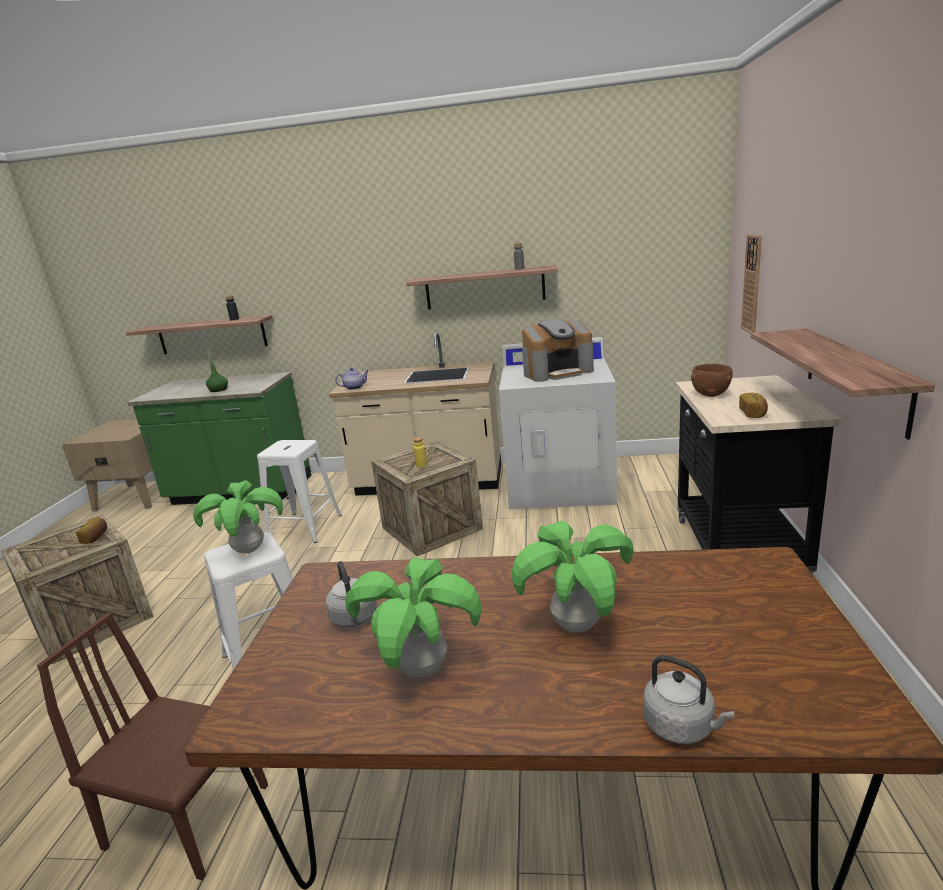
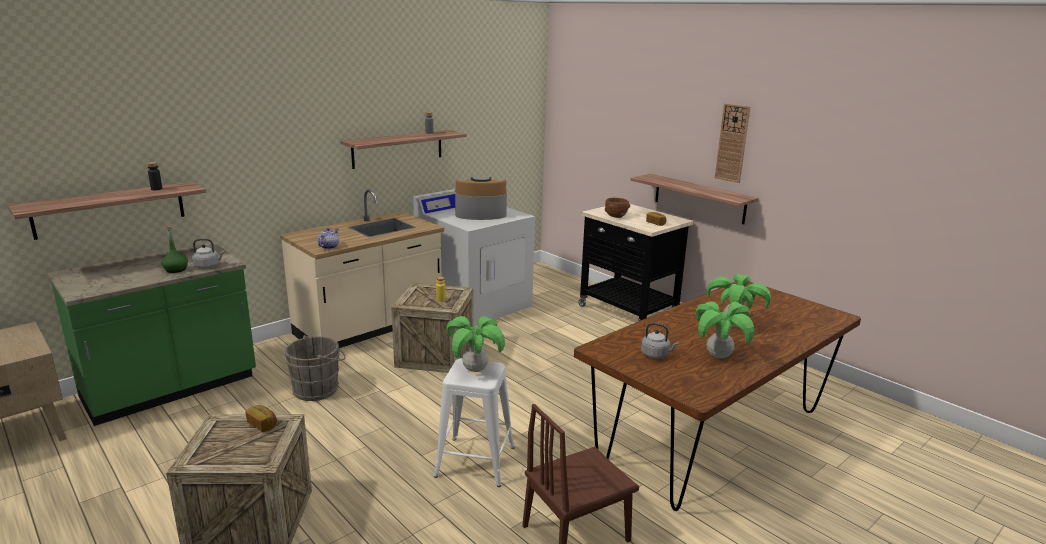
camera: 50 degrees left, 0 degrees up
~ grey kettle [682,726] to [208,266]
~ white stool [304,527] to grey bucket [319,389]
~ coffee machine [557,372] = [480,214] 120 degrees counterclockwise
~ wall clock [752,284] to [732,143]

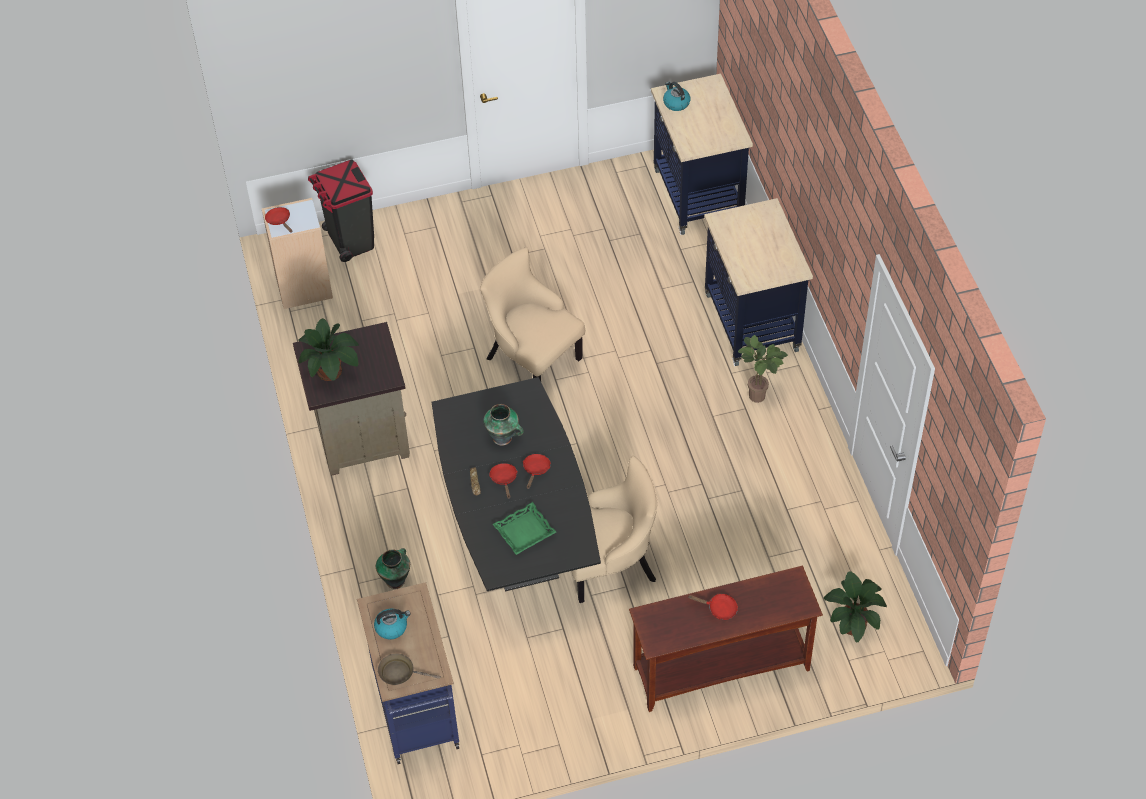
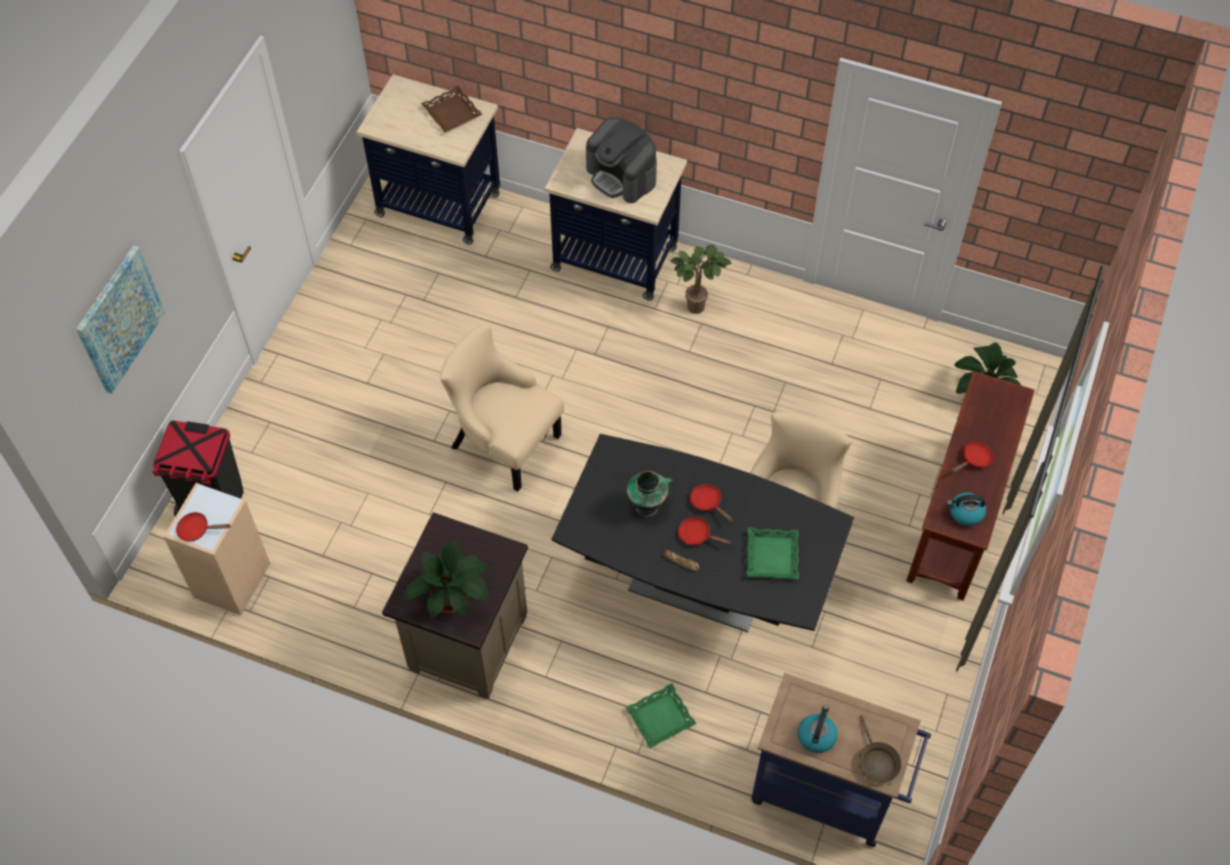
camera: 55 degrees left, 5 degrees up
+ picture [119,319]
+ brown tray [451,113]
~ beige chair [534,361] = [506,445] 45 degrees clockwise
+ coffee machine [622,176]
~ vase [396,580] to green tray [660,717]
~ brown frying pan [400,673] = [876,761] 60 degrees counterclockwise
~ kettle [676,103] to [965,513]

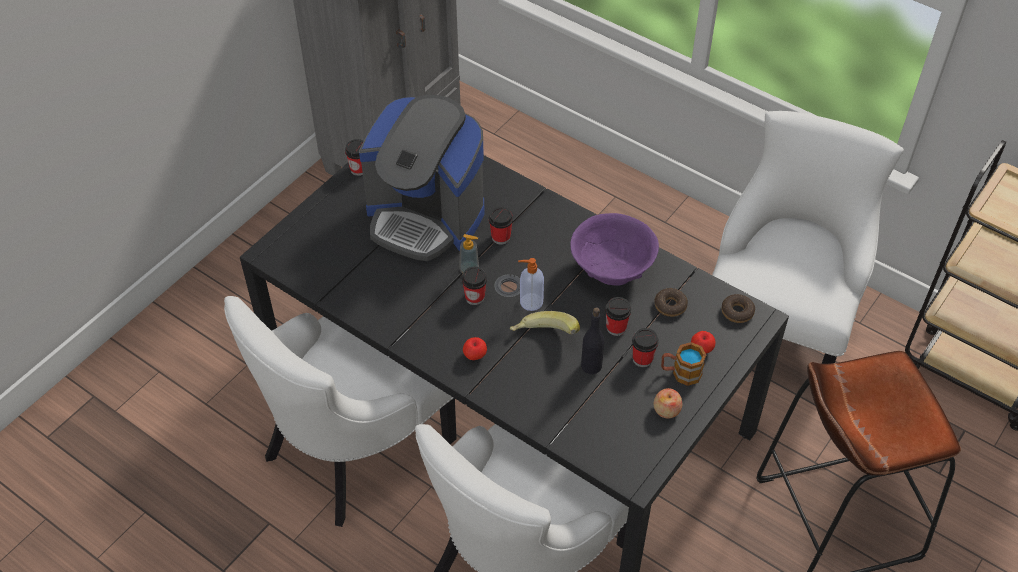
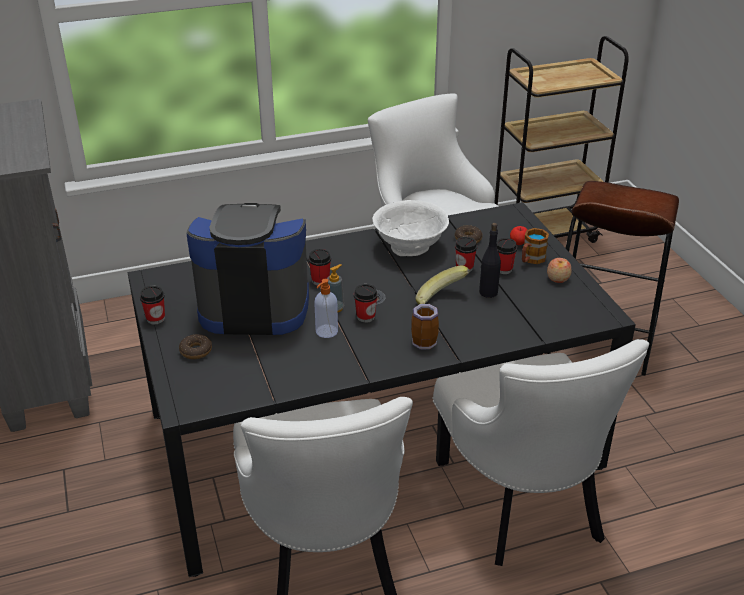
camera: 55 degrees left, 15 degrees down
~ donut [737,312] to [196,351]
~ coffee machine [425,217] = [254,306] 150 degrees counterclockwise
~ soap dispenser [530,302] to [326,332]
~ purple bowl [612,270] to white bowl [410,248]
~ apple [474,355] to mug [424,340]

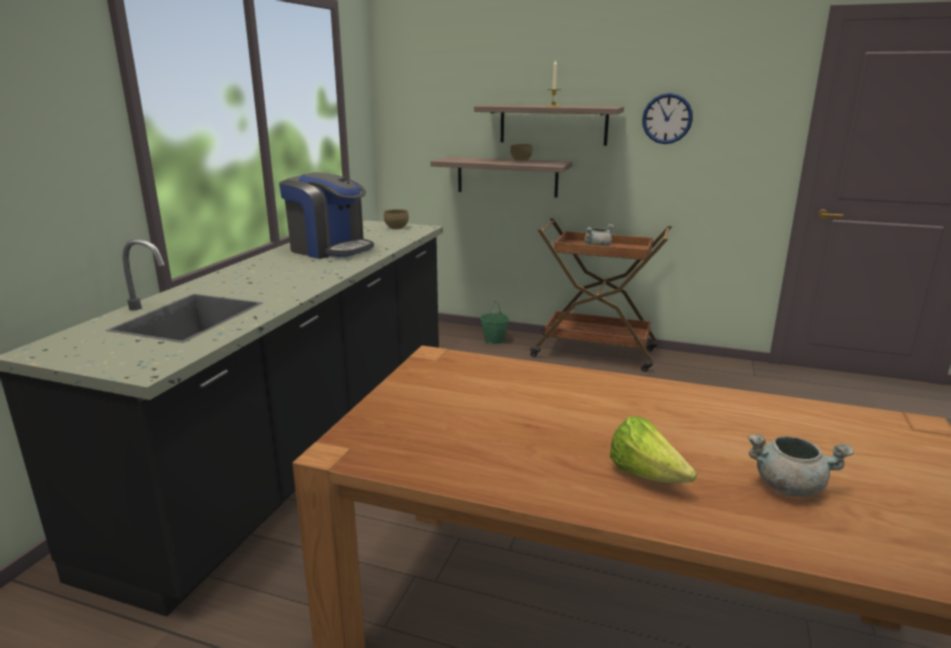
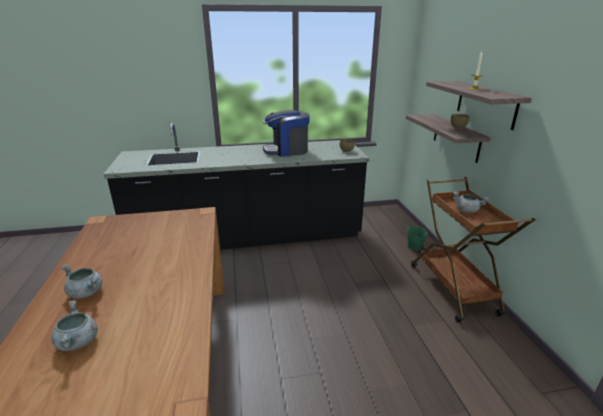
camera: 60 degrees right, 5 degrees up
~ lettuce [646,475] to grey cooking pot [87,293]
~ coffee machine [329,249] = [287,151] 75 degrees clockwise
- wall clock [667,118]

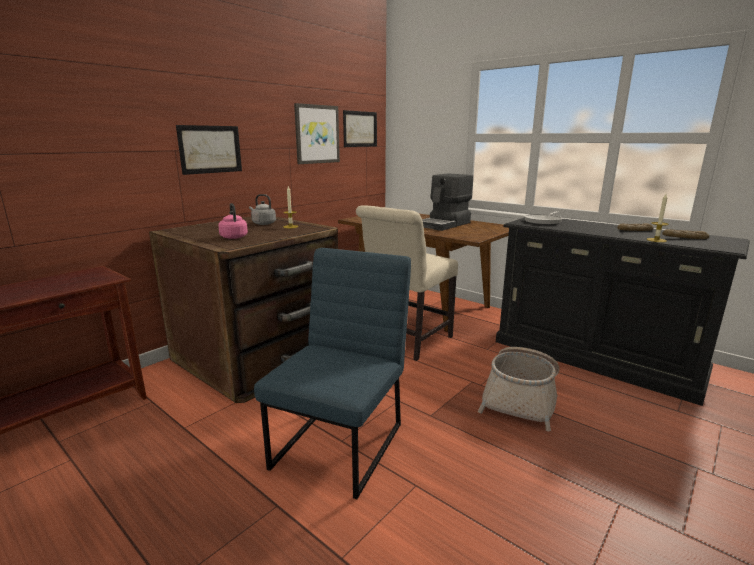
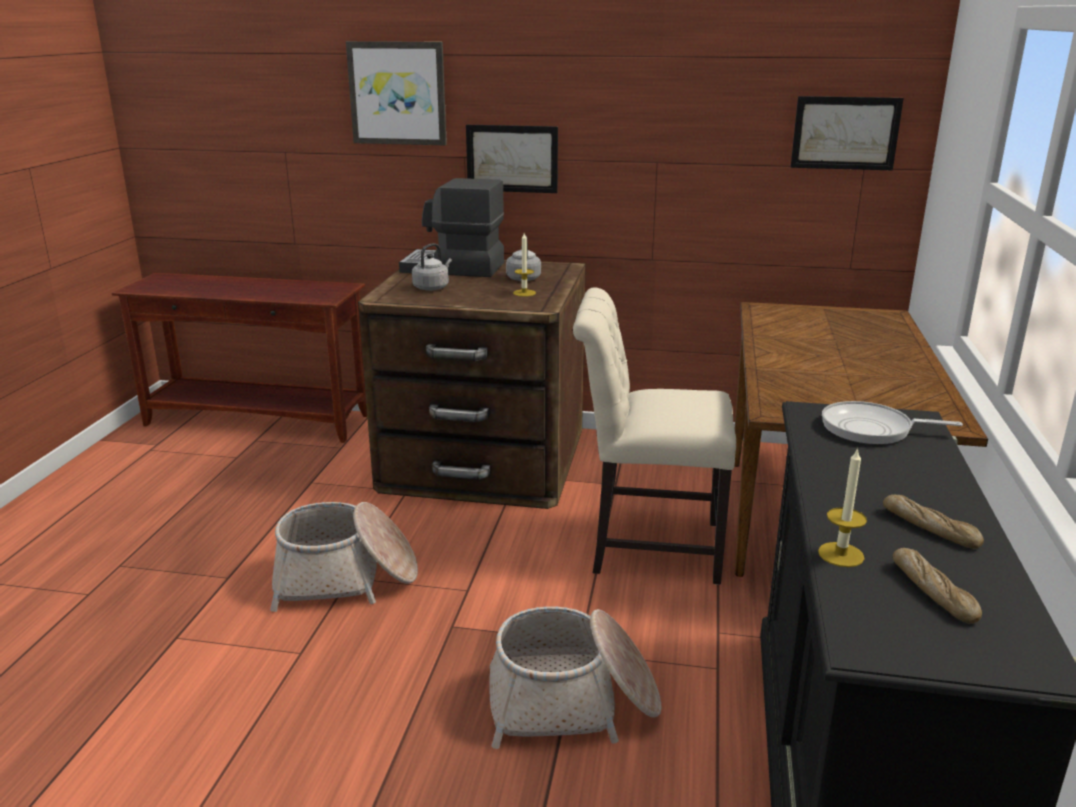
camera: 60 degrees right, 5 degrees up
~ blue chair [341,443] to basket [346,579]
~ picture [317,134] to [397,93]
~ coffee machine [444,224] to [453,268]
~ pink kettle [233,237] to grey kettle [432,287]

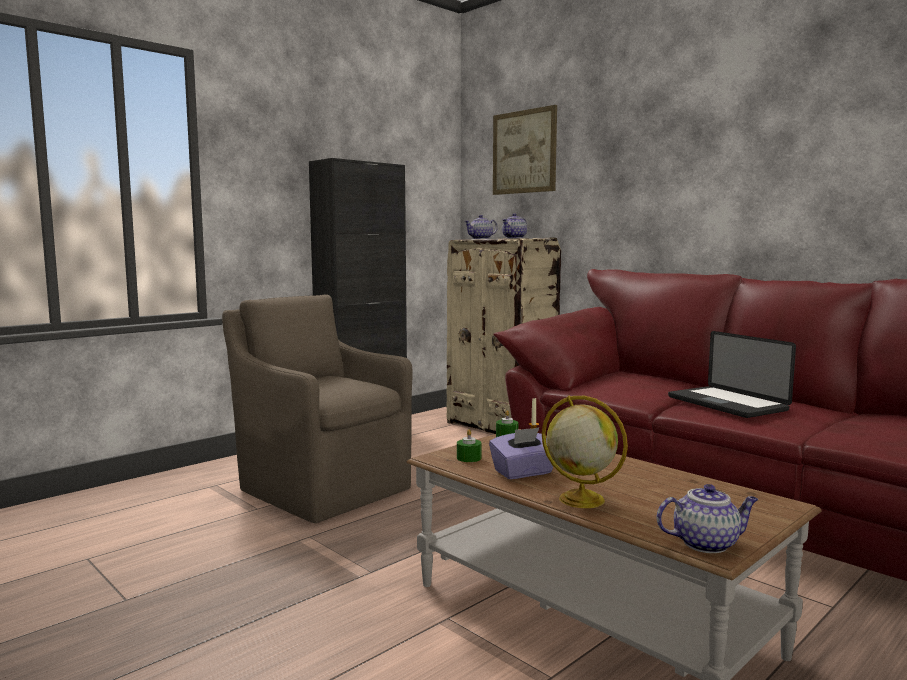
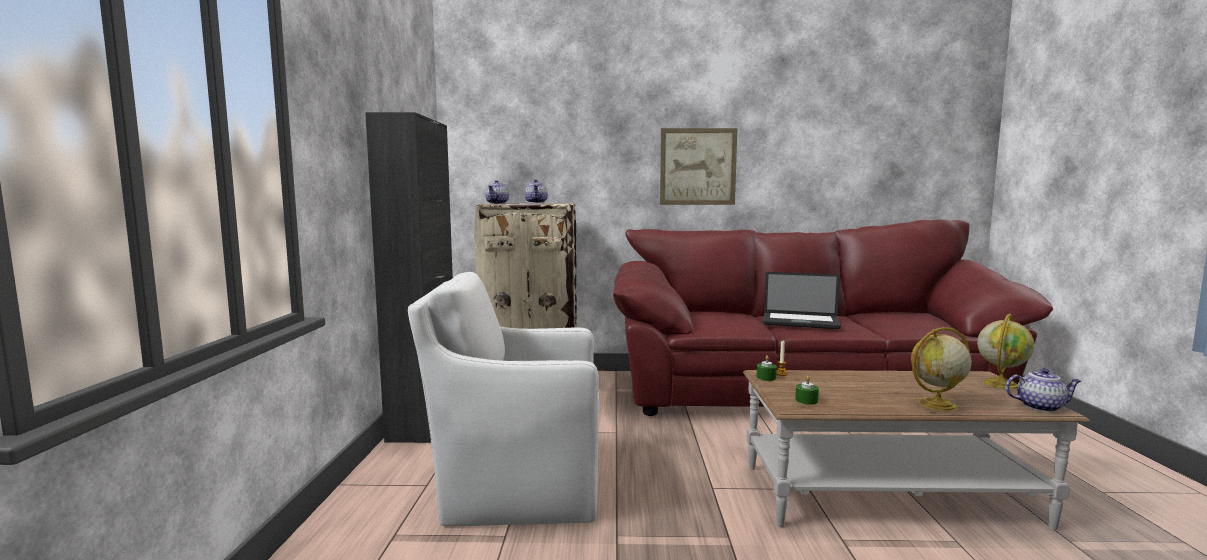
camera: 45 degrees left, 0 degrees up
~ brown armchair [322,488] to white armchair [517,488]
~ picture [524,152] to [698,166]
+ globe [1000,384]
~ teapot [706,543] = [1041,407] 60 degrees clockwise
- purple tissue box [523,472]

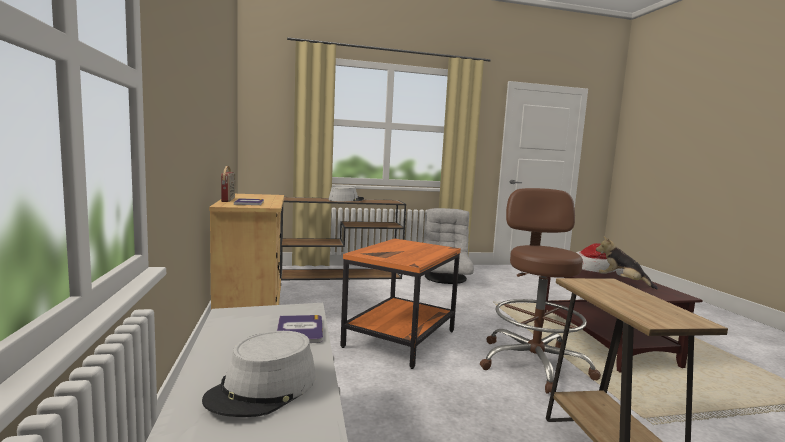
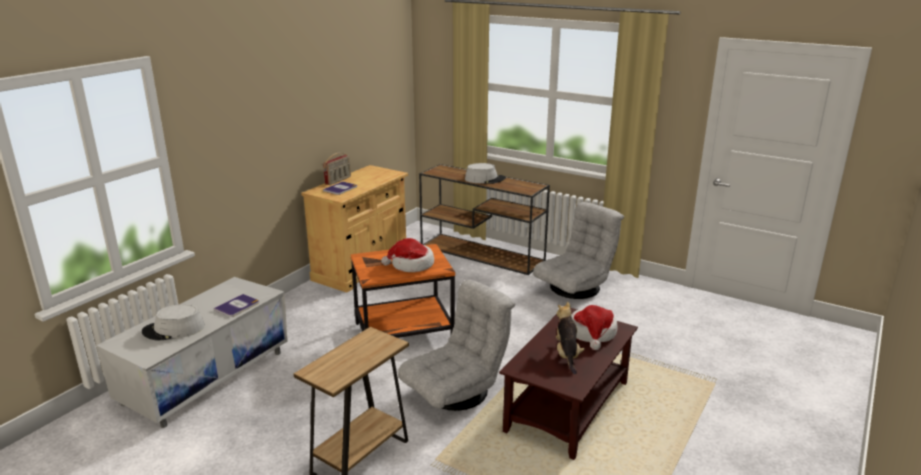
camera: 45 degrees right, 15 degrees up
+ hat [411,265]
~ brown stool [533,362] to grey armchair [456,393]

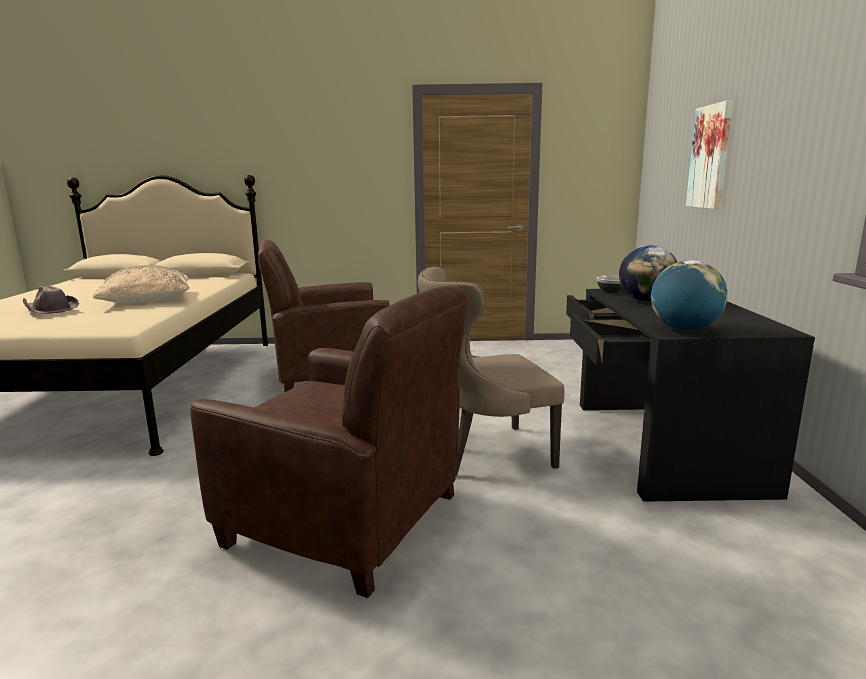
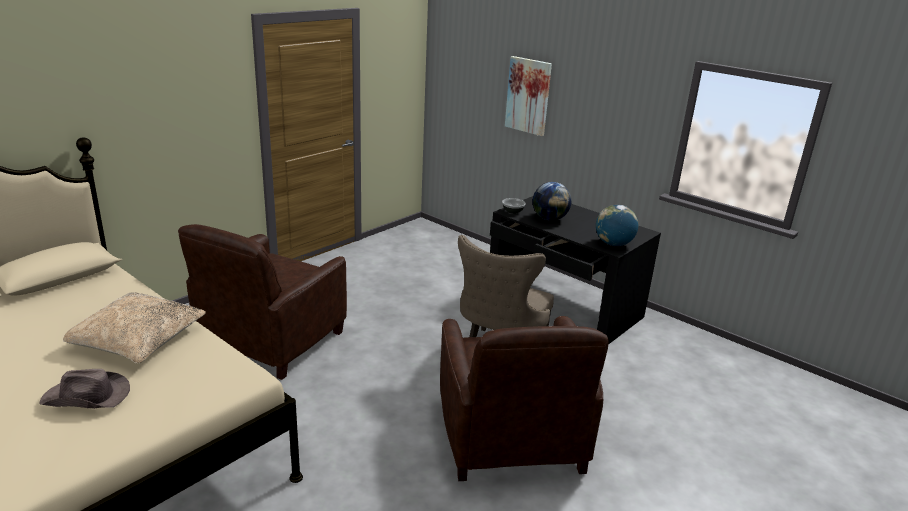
camera: 50 degrees left, 10 degrees up
~ brown armchair [348,520] = [511,438] 105 degrees clockwise

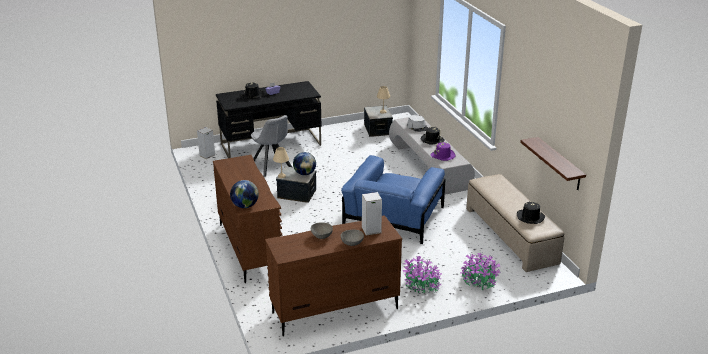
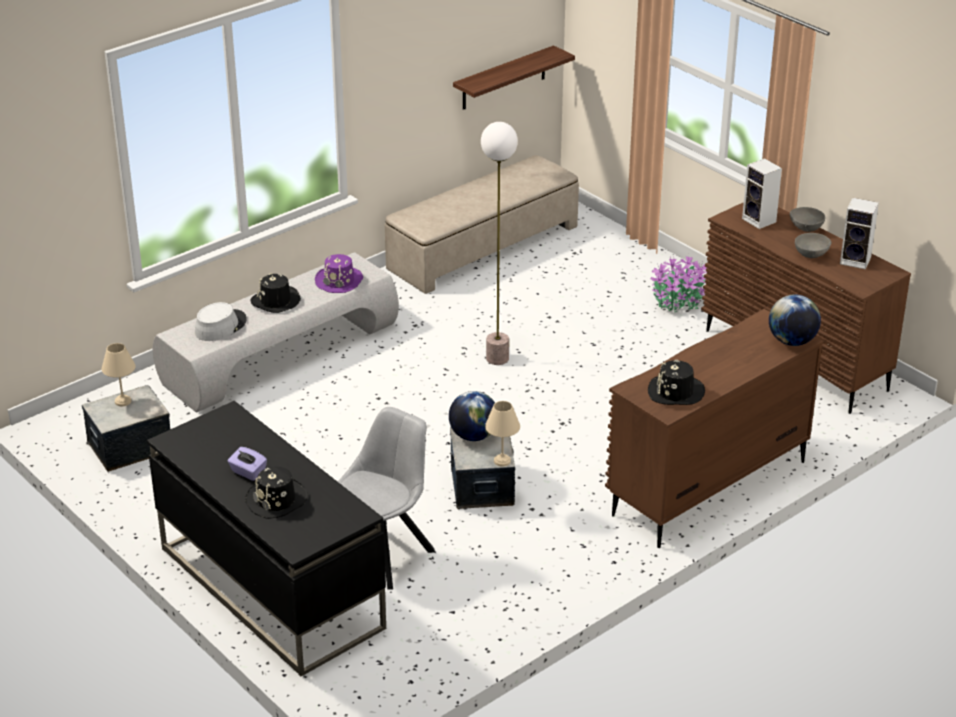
camera: 110 degrees left, 5 degrees up
~ blue armchair [393,217] to floor lamp [497,359]
~ black hat [530,217] to [675,392]
~ speaker [207,155] to [856,261]
- potted plant [479,282]

